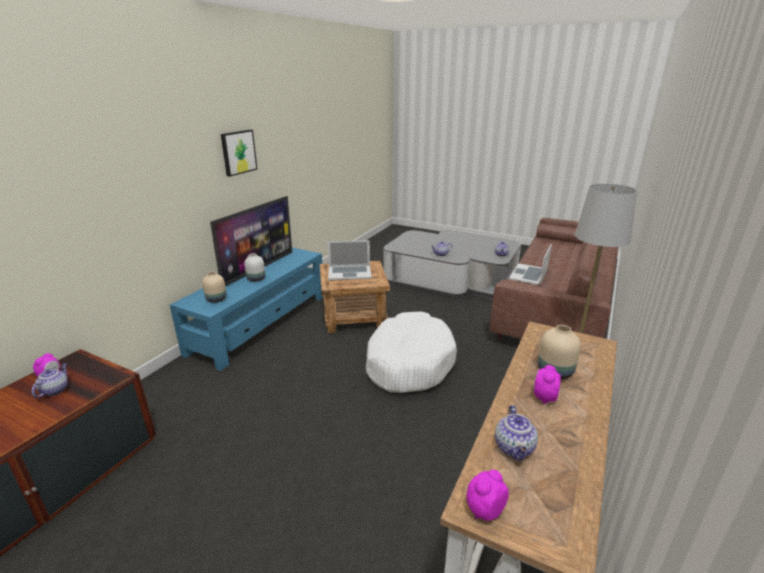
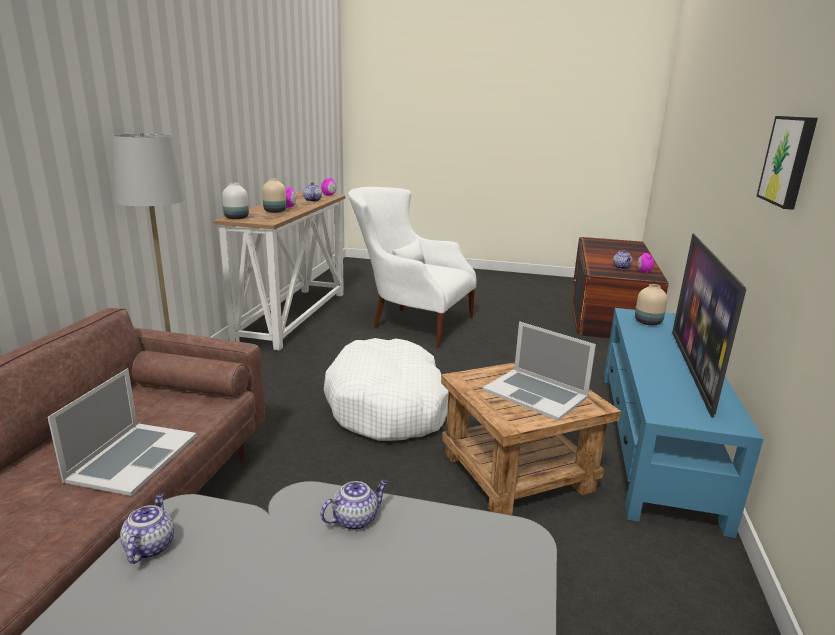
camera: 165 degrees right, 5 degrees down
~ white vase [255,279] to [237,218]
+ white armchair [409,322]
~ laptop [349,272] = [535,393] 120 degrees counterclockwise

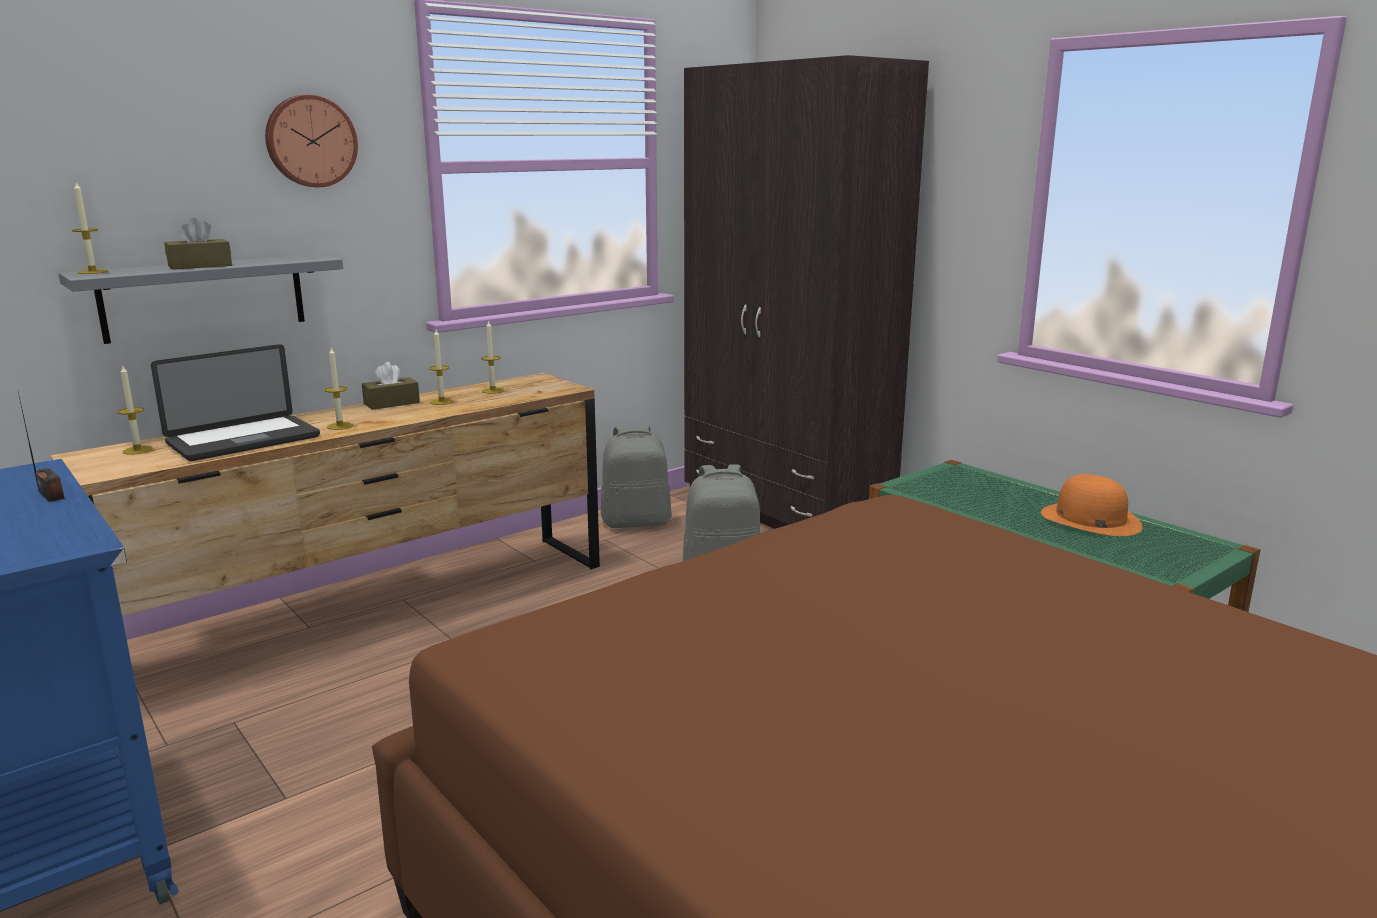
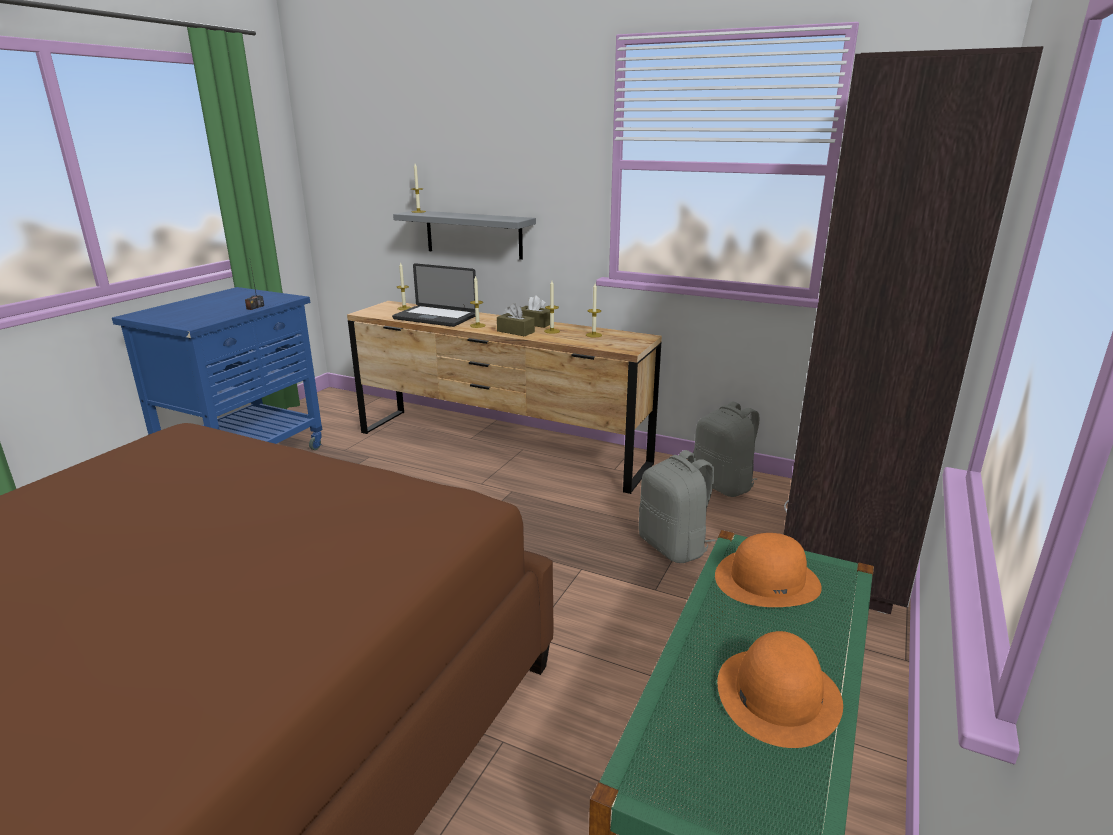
camera: 65 degrees right, 5 degrees up
~ brown tissue box [200,266] to [515,331]
+ orange hat [767,580]
- wall clock [310,141]

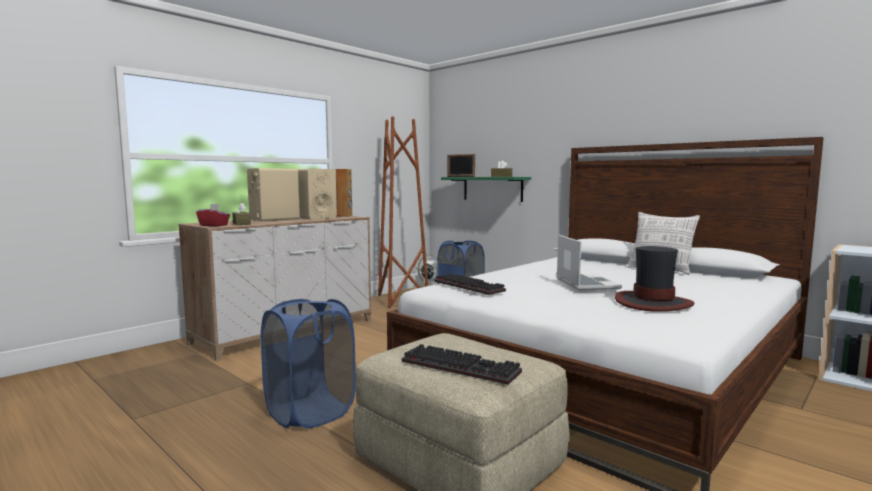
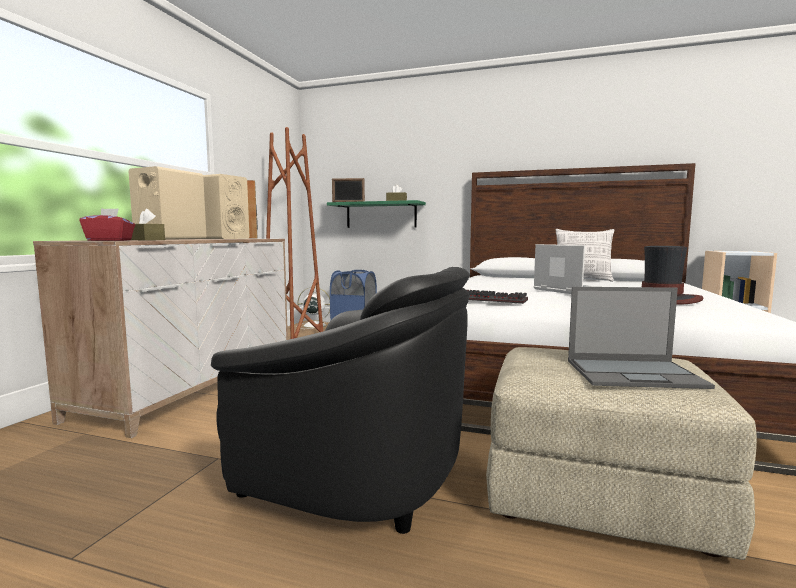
camera: 25 degrees left, 0 degrees up
~ blue laundry basket [310,412] to black armchair [354,477]
~ keyboard [463,366] to laptop [635,374]

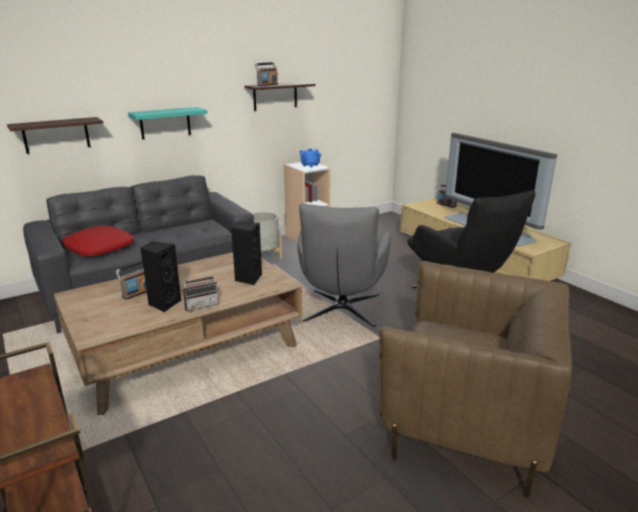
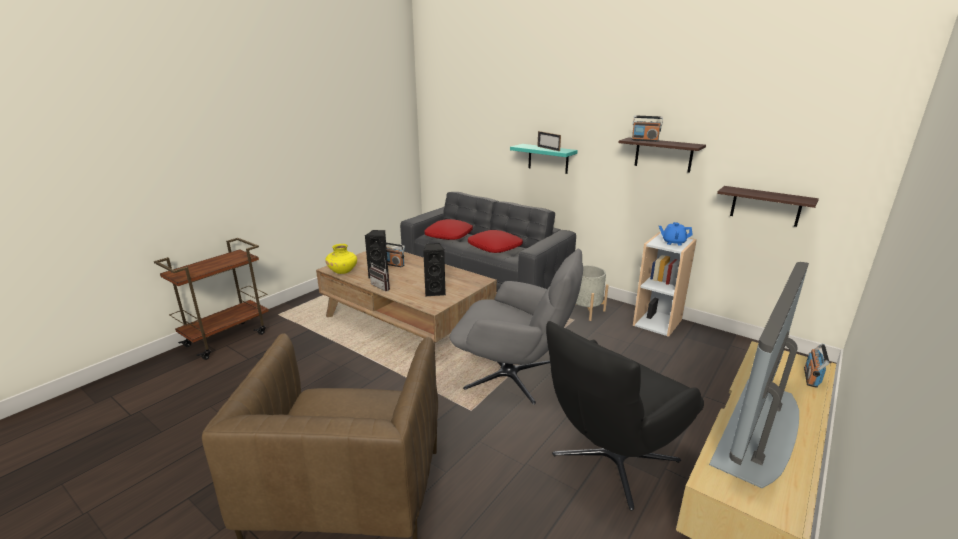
camera: 70 degrees right, 0 degrees up
+ yellow vase [343,271]
~ grey armchair [342,310] = [512,376] 150 degrees counterclockwise
+ red pillow [495,247]
+ picture frame [548,148]
~ shelf [56,135] to [765,206]

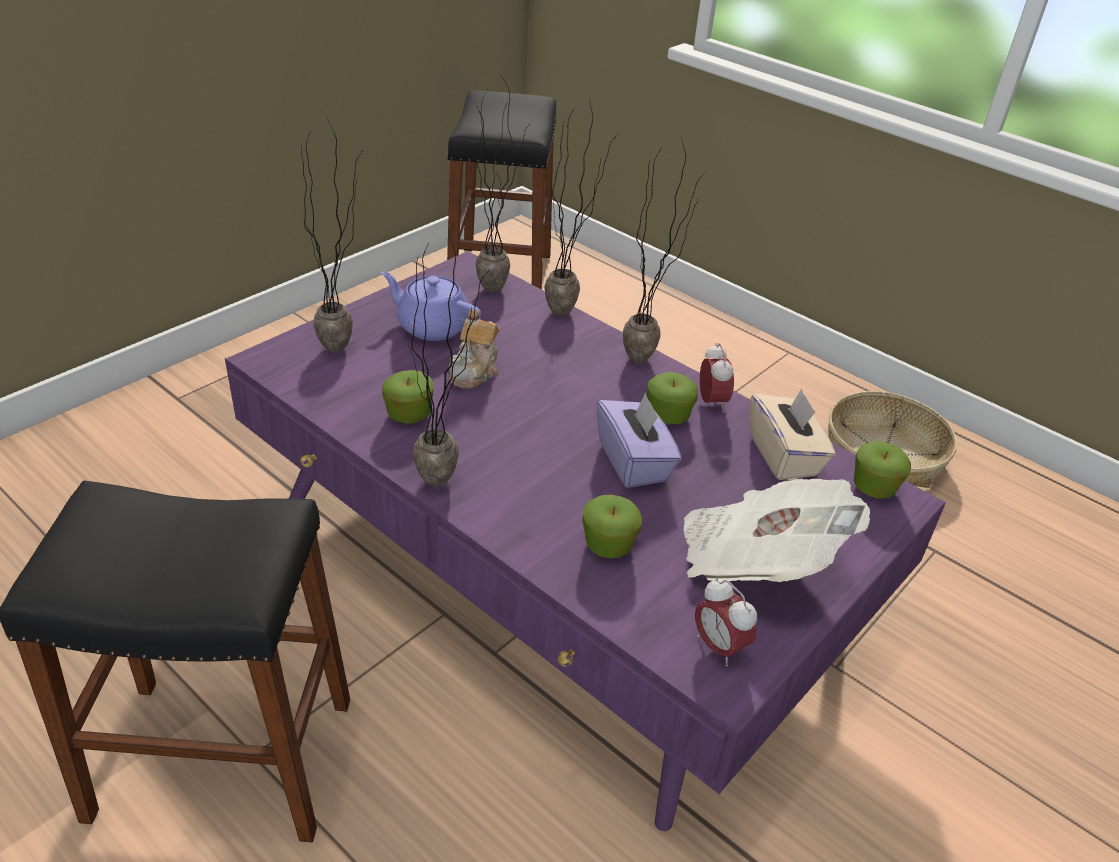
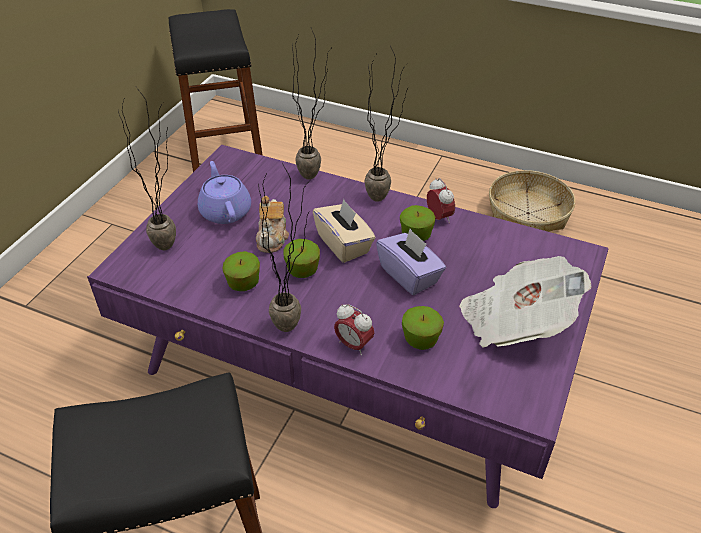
camera: 15 degrees left, 5 degrees up
~ purple teapot [431,326] = [225,211] 60 degrees clockwise
~ apple [873,488] to [303,270]
~ beige tissue box [784,456] to [344,244]
~ alarm clock [718,647] to [353,345]
- potted plant [499,285]

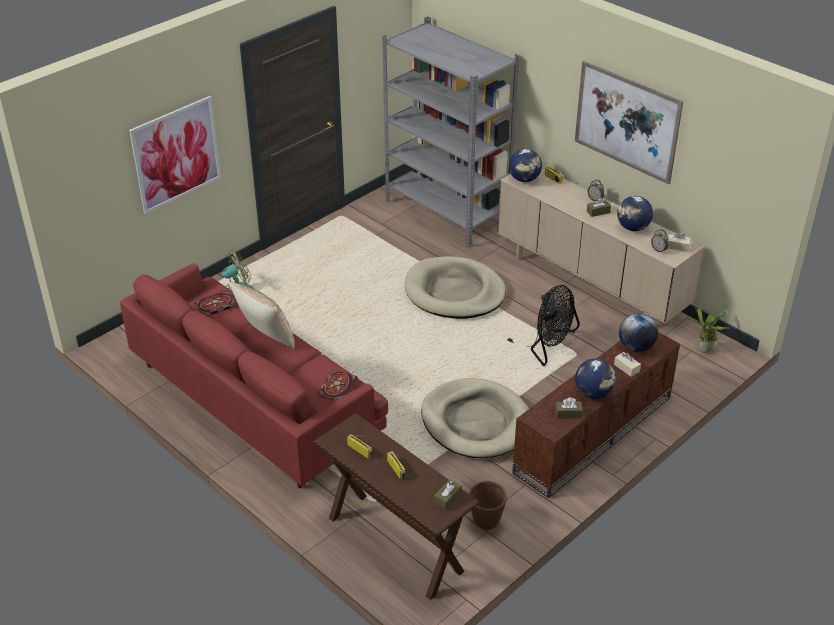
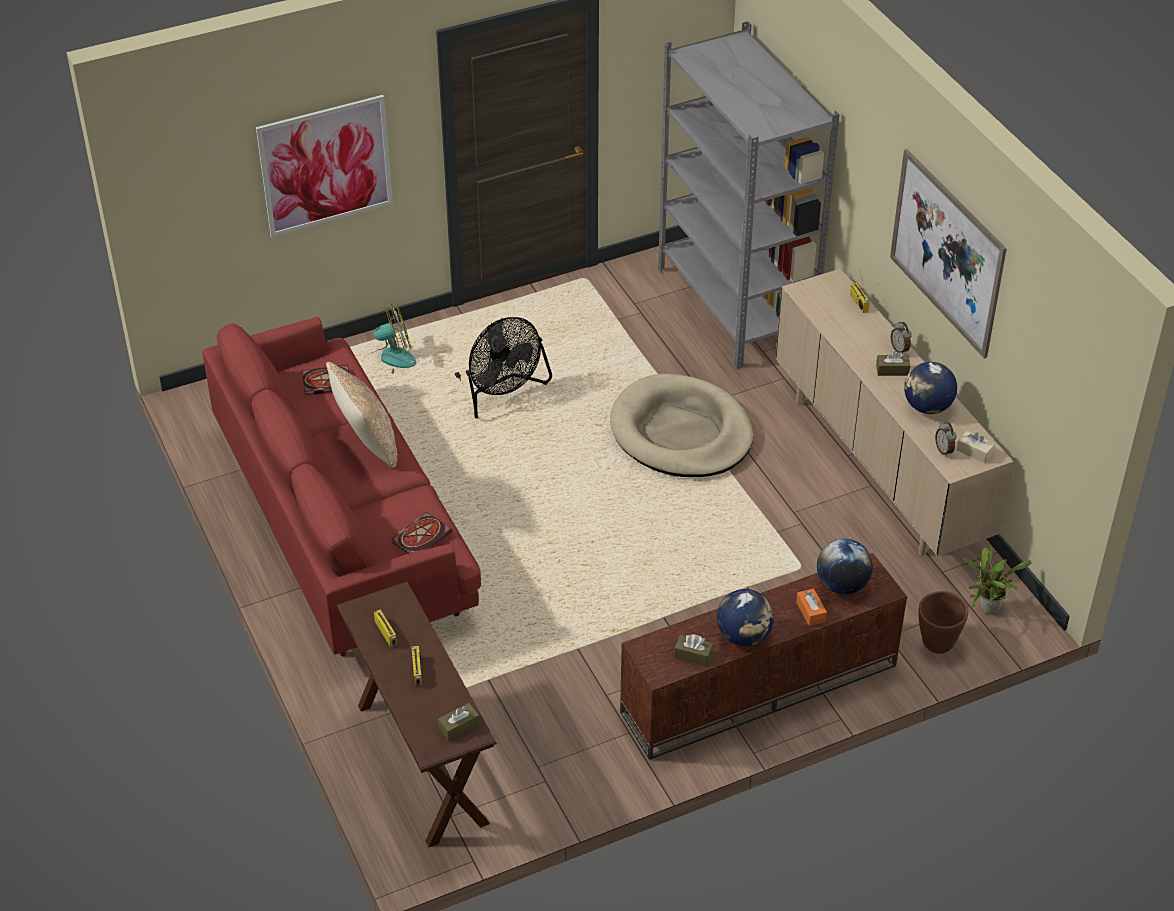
camera: 20 degrees right, 5 degrees up
~ black fan [546,345] to [498,393]
~ beige tissue box [626,368] to orange tissue box [810,612]
~ brown planter [486,522] to [937,644]
- beige dog bed [476,422]
- globe [524,179]

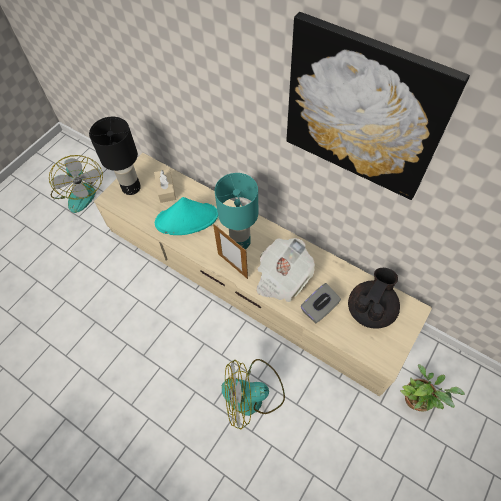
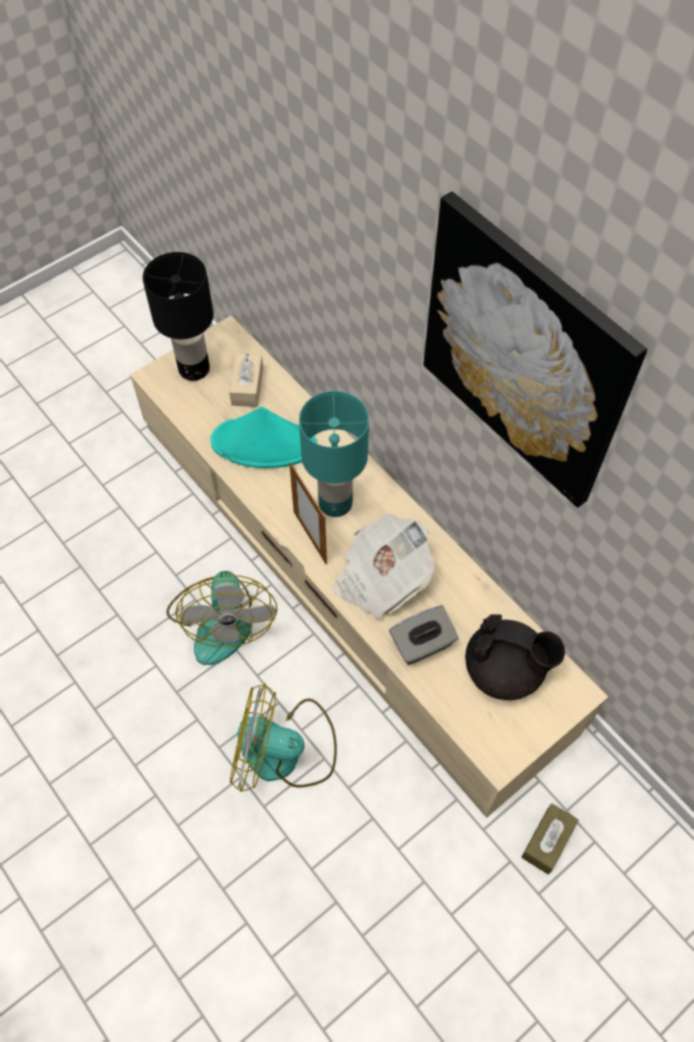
camera: 15 degrees right, 0 degrees up
~ fan [79,192] to [221,620]
~ black teapot [370,309] = [505,670] 60 degrees clockwise
~ potted plant [417,399] to brown tissue box [547,841]

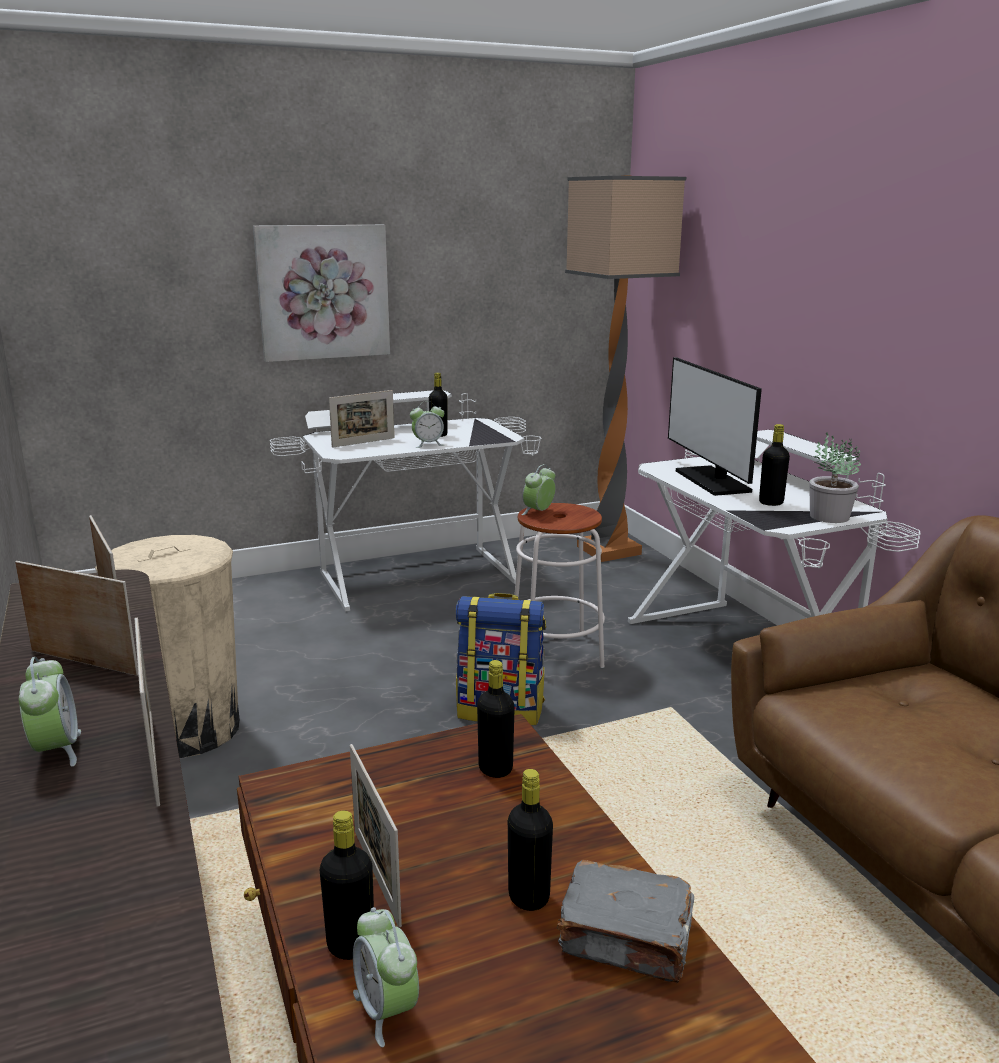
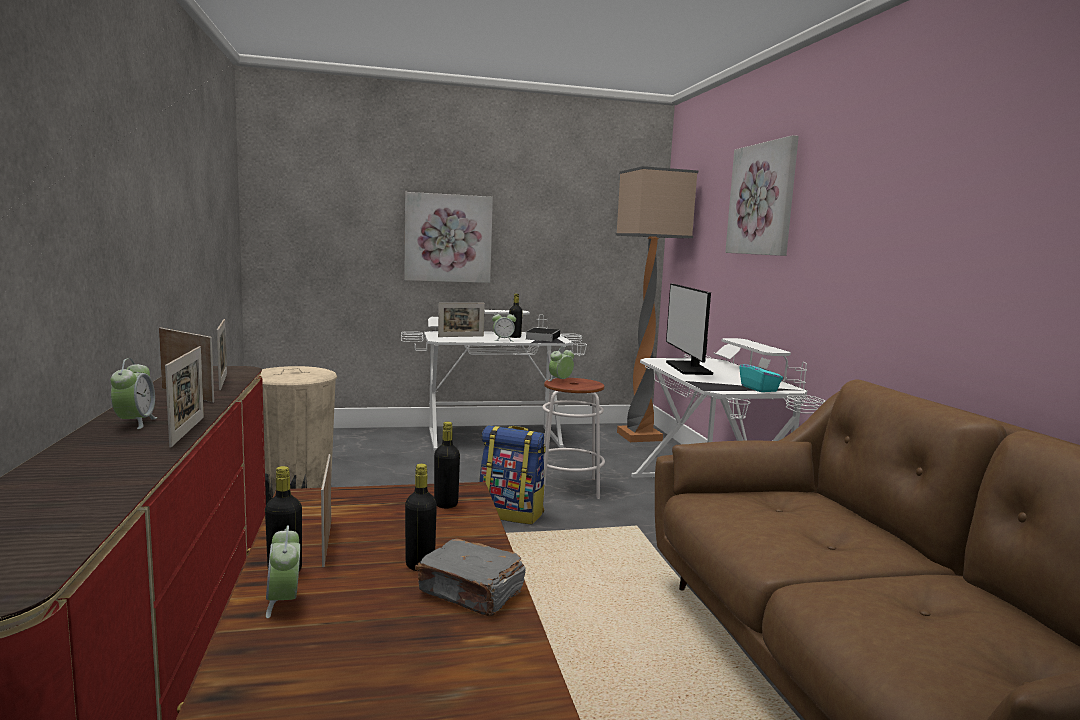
camera: 10 degrees right, 10 degrees down
+ book [542,337]
+ picture [762,199]
~ potted plant [828,516] to turquoise tissue box [759,389]
- black bottle [771,503]

